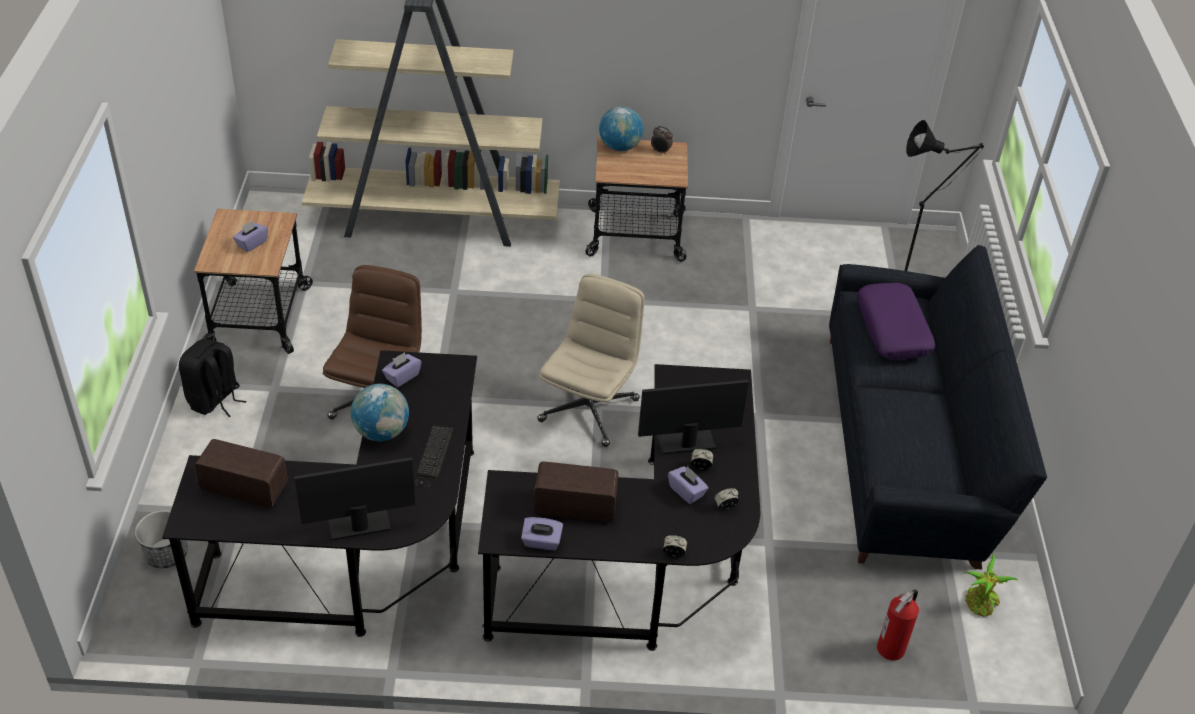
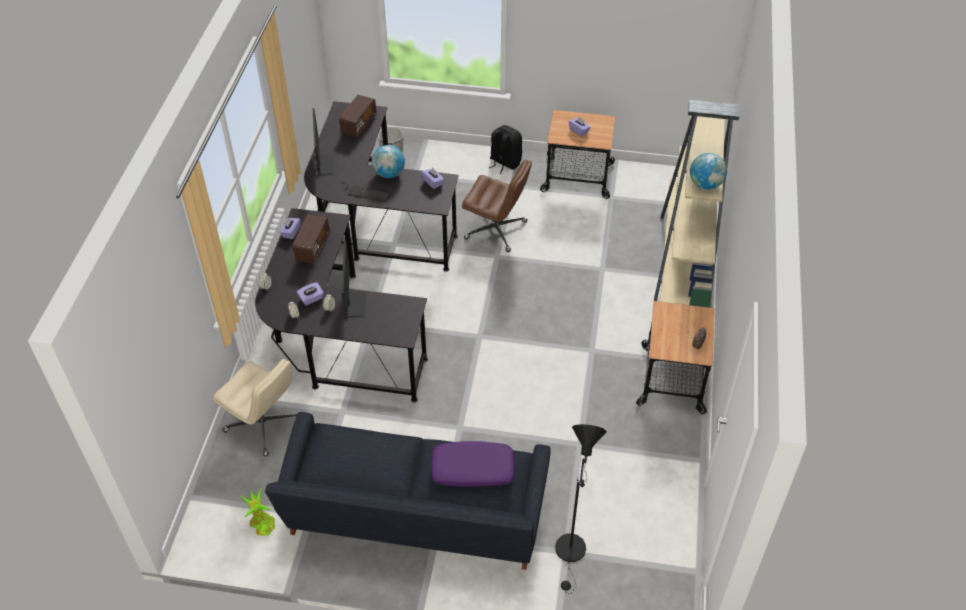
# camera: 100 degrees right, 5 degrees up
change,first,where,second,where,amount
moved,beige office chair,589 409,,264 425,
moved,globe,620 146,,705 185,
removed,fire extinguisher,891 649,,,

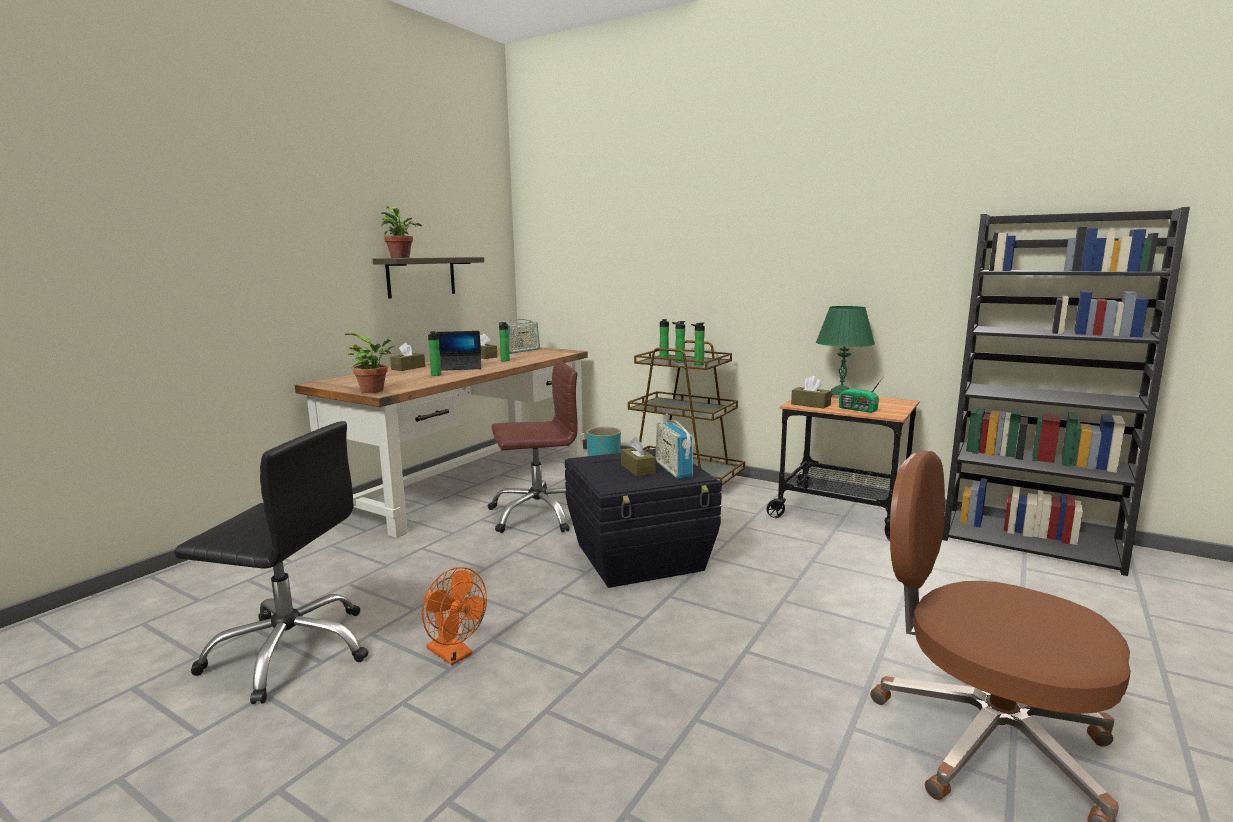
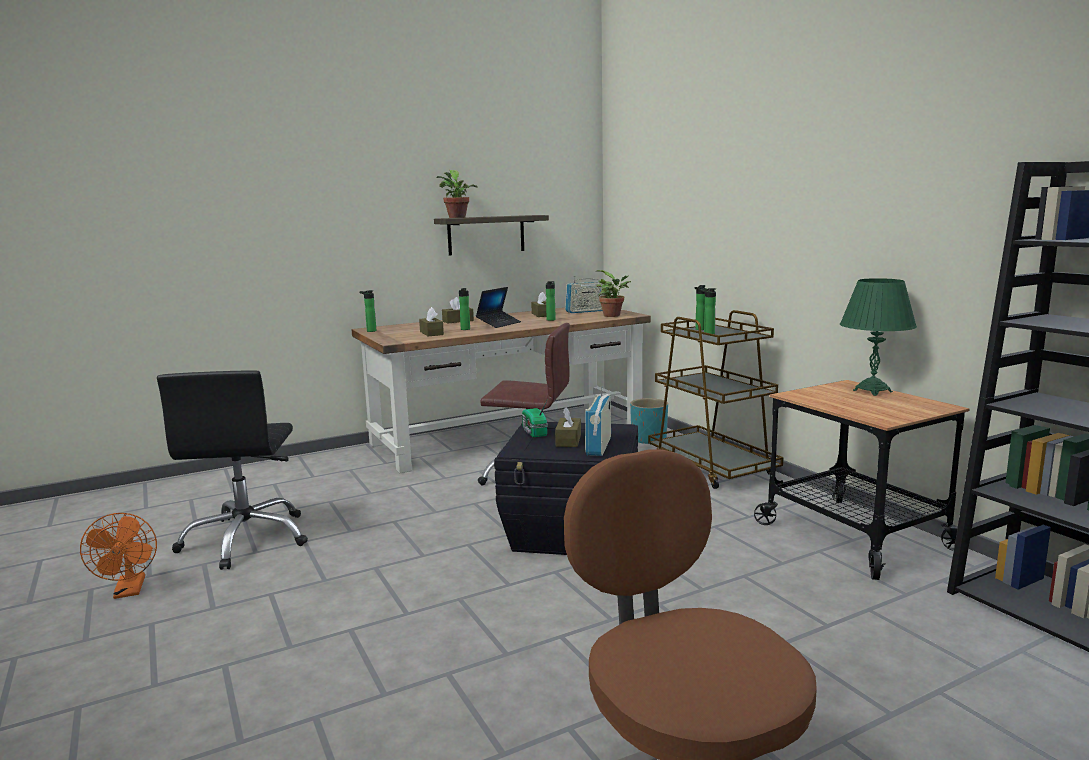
# camera: 30 degrees right, 0 degrees up
change,first,where,second,where,amount
moved,orange fan,454 655,,129 591,
turned,black office chair,291 651,,246 539,45 degrees clockwise
moved,bottle,697 364,,370 331,
moved,brown tissue box,810 404,,431 333,
turned,laptop,460 367,,498 324,75 degrees counterclockwise
moved,radio,858 409,,533 432,
moved,potted plant,375 391,,613 316,

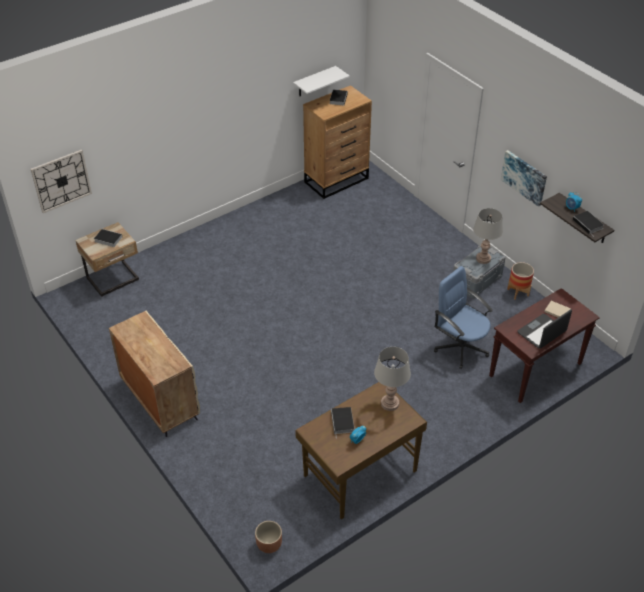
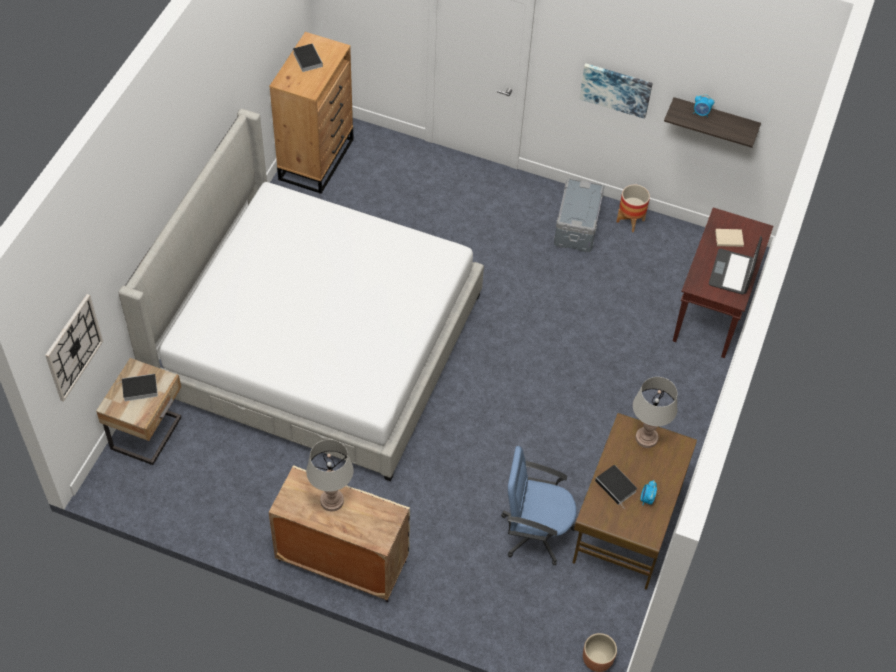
# camera: 35 degrees left, 10 degrees up
change,first,where,second,where,amount
added,,,bed,317 343,
moved,grey table lamp,483 259,,332 501,
moved,blue office chair,460 347,,535 532,
removed,white shelf,314 82,,,
removed,book,588 224,,,

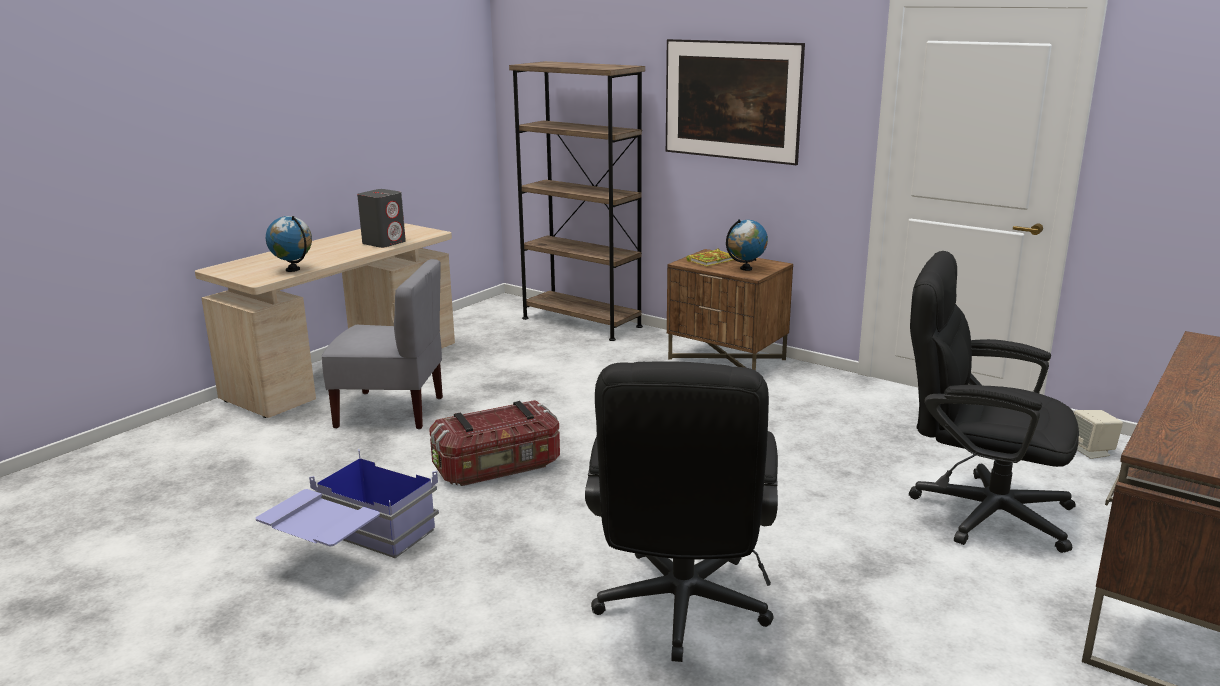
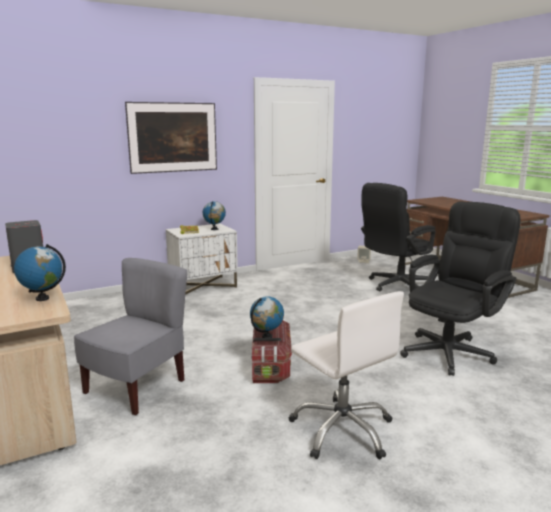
# camera: 65 degrees left, 5 degrees down
change,first,where,second,where,amount
recoloured,brown nightstand,727 359,white nightstand,203 286,
added,,,globe,267 336,
replaced,blue storage box,353 549,white office chair,342 430,
turned,black office chair,680 613,,452 350,75 degrees counterclockwise
removed,brown bookcase,581 322,,,

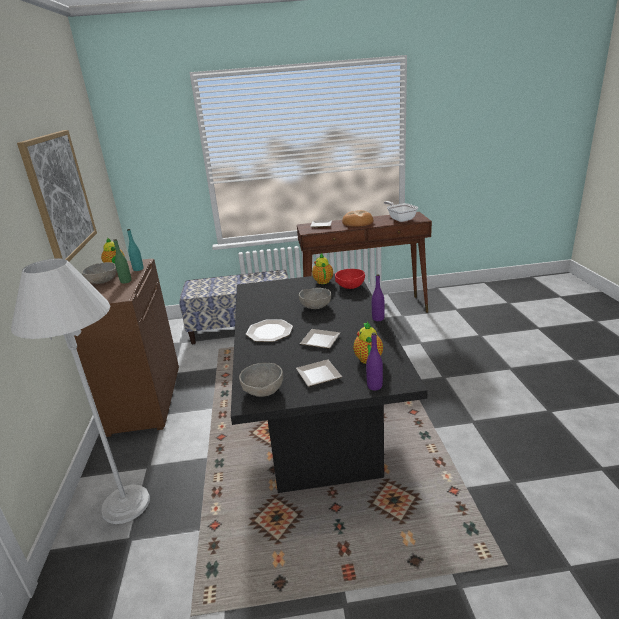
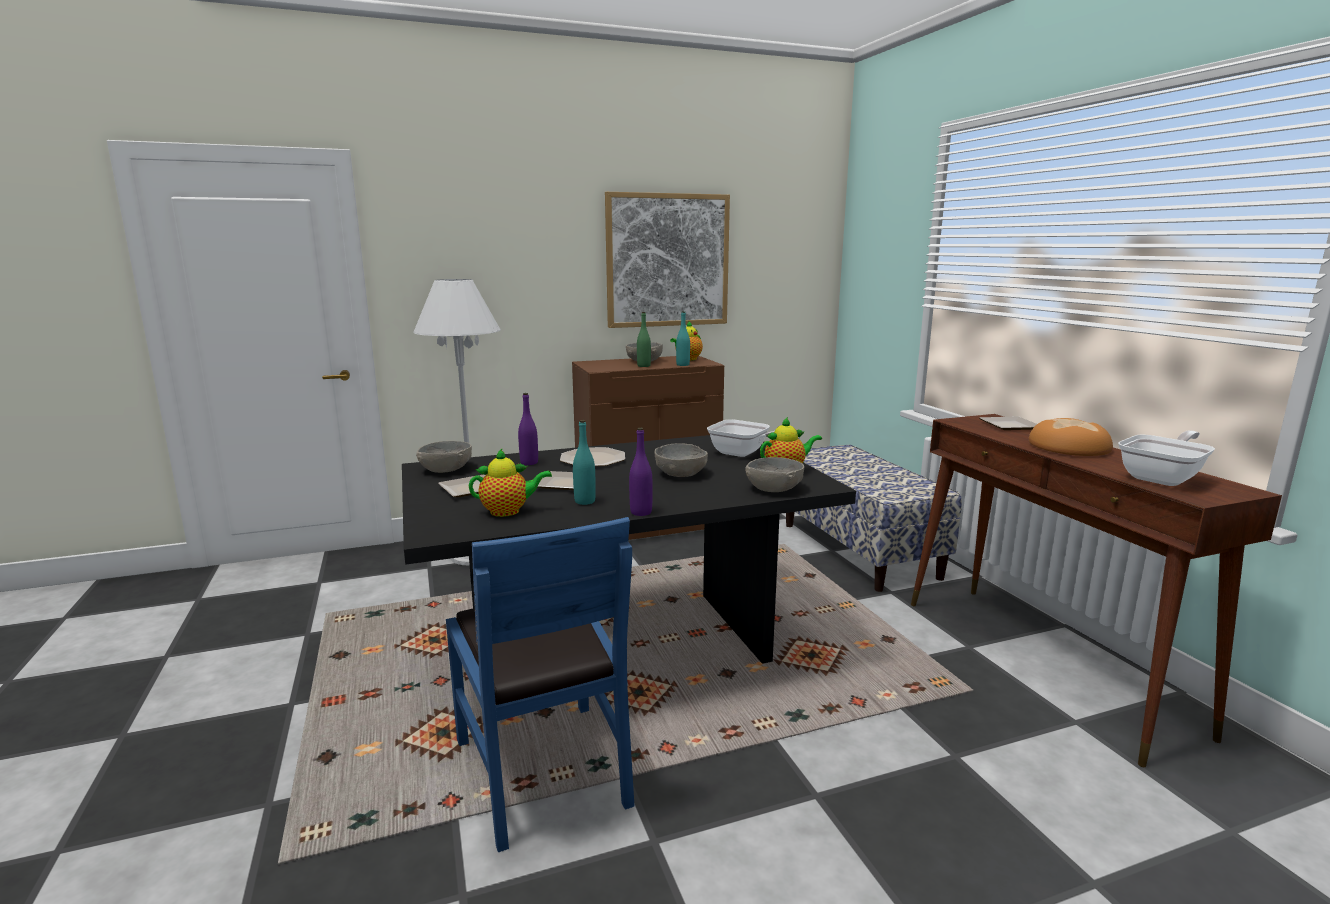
# camera: 75 degrees right, 10 degrees down
change,first,where,second,where,amount
added,,,blue chair,543 770,
moved,purple bottle,374 386,,529 463,
added,,,turquoise bottle,585 501,
added,,,frying pan,743 454,
recoloured,red bowl,350 286,grey bowl,773 488,

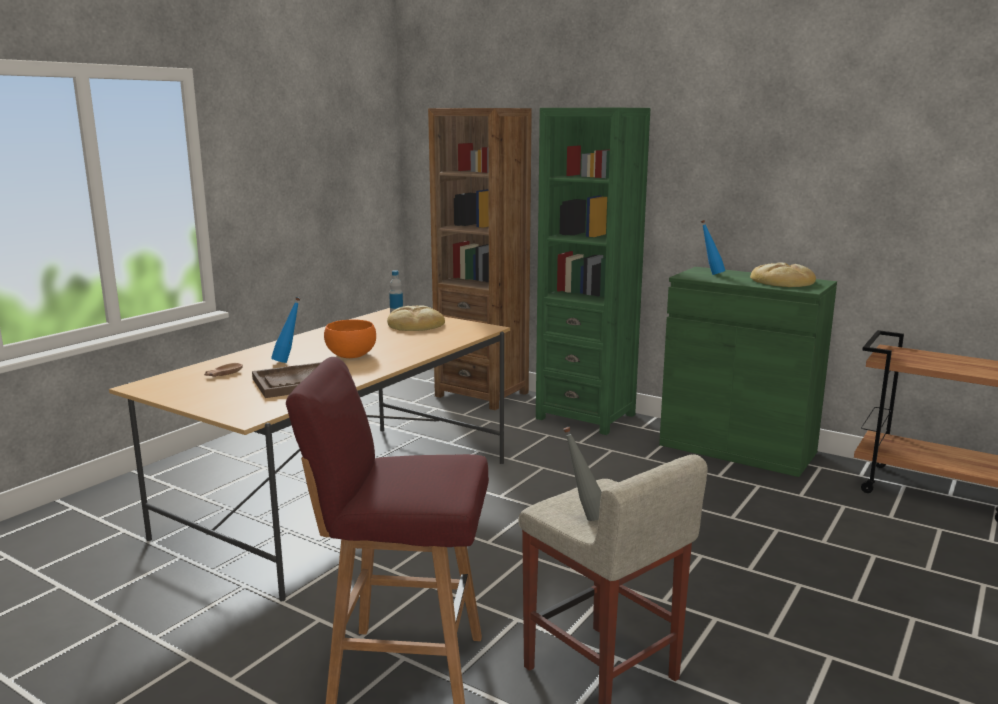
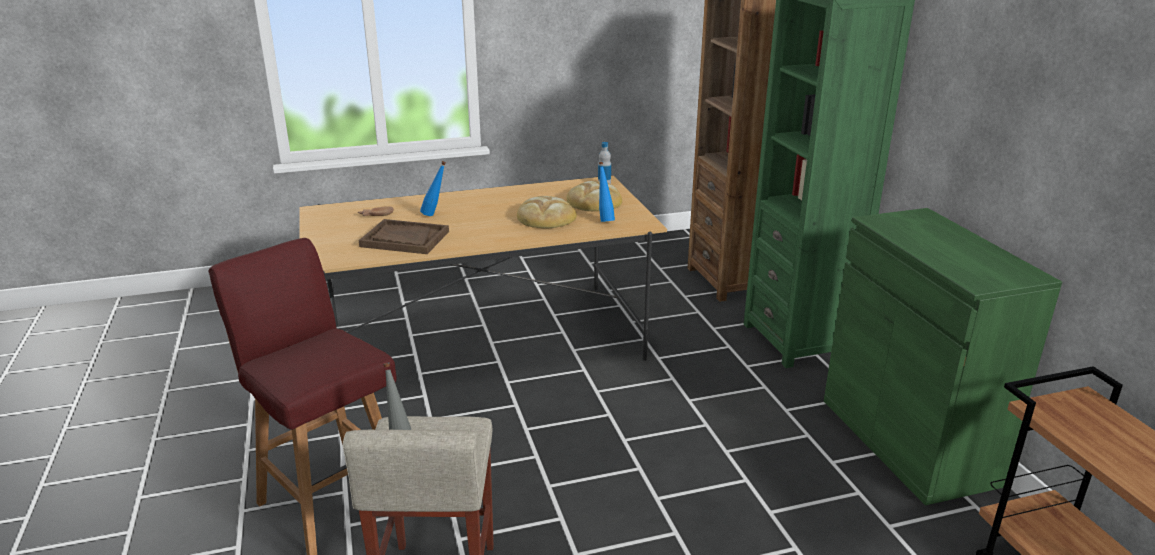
# camera: 40 degrees right, 10 degrees up
change,first,where,second,where,amount
moved,bread,782 281,,546 217,
moved,blue bottle,710 274,,604 220,
removed,orange bowl,351 355,,,

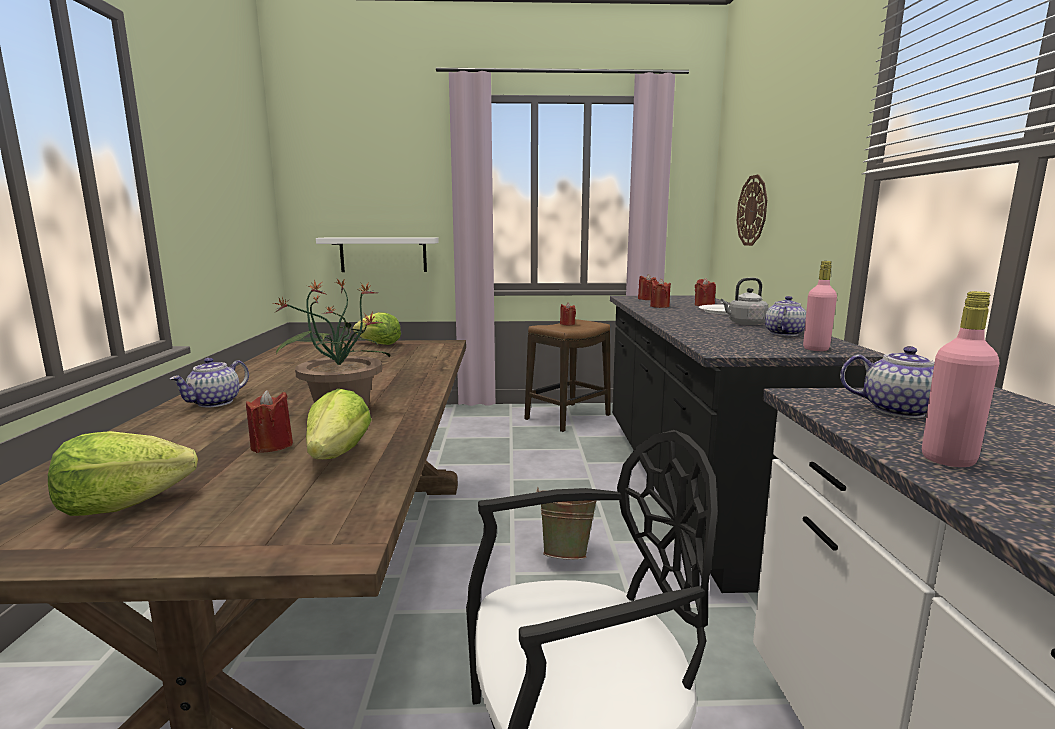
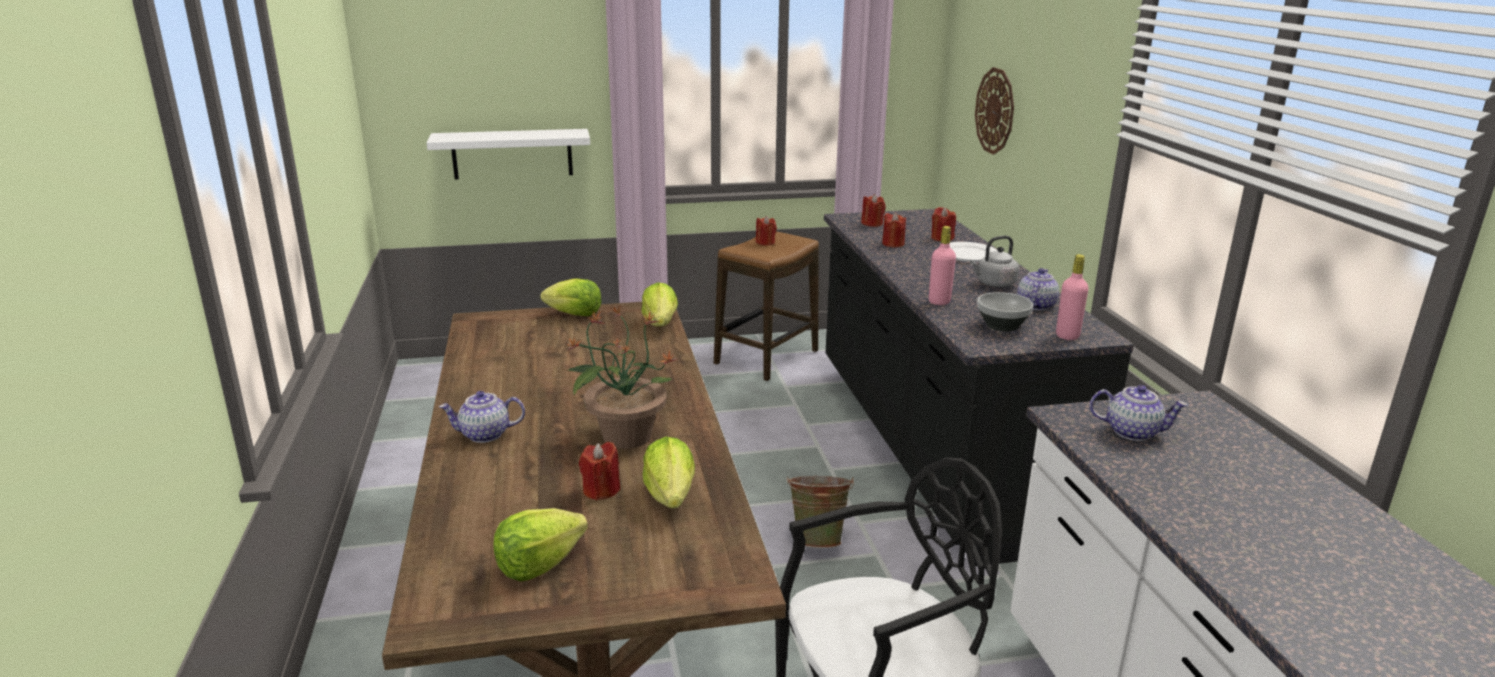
# camera: 10 degrees left, 10 degrees up
change,first,where,second,where,amount
turned,teapot,215 403,,484 435,60 degrees clockwise
added,,,lettuce,660 324,
moved,pink bottle,948 459,,939 301,
added,,,bowl,1001 326,

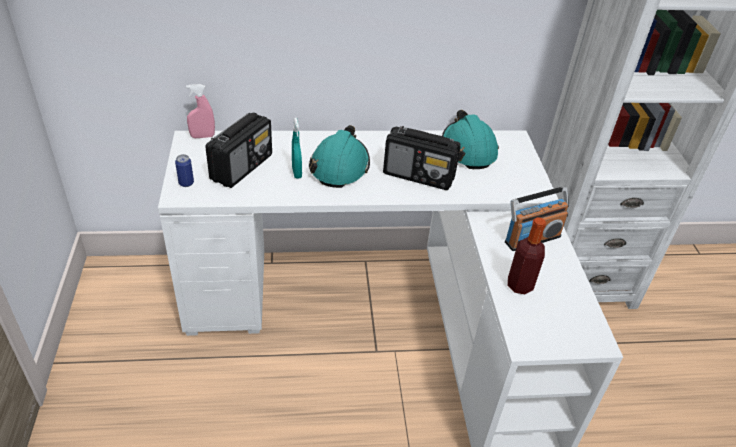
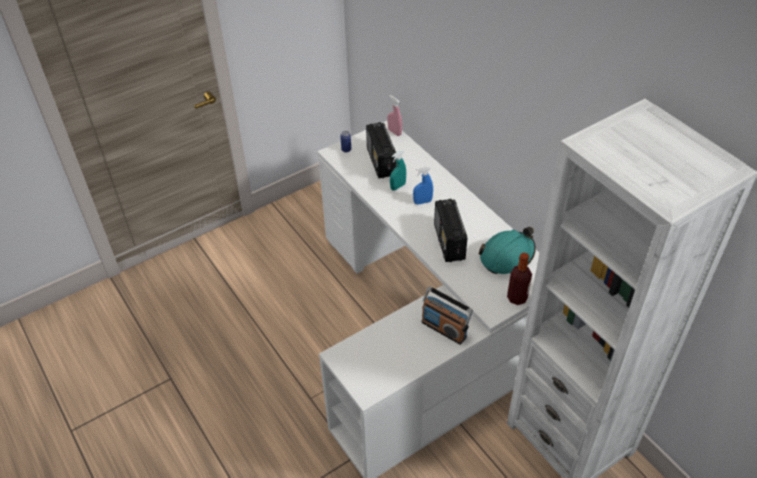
# camera: 65 degrees right, 5 degrees up
change,first,where,second,where,amount
turned,radio,242 167,,381 162,75 degrees clockwise
replaced,turquoise hard hat,340 166,blue spray bottle,422 202,
moved,bottle,520 285,,517 298,

